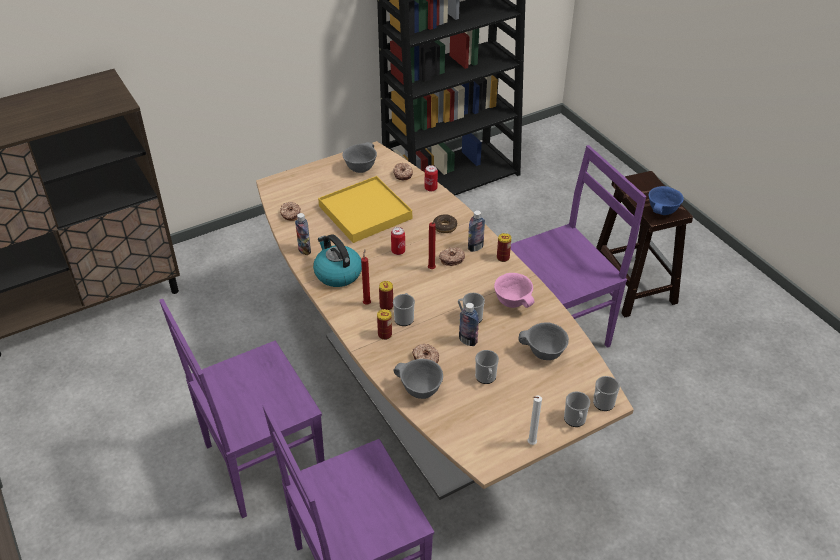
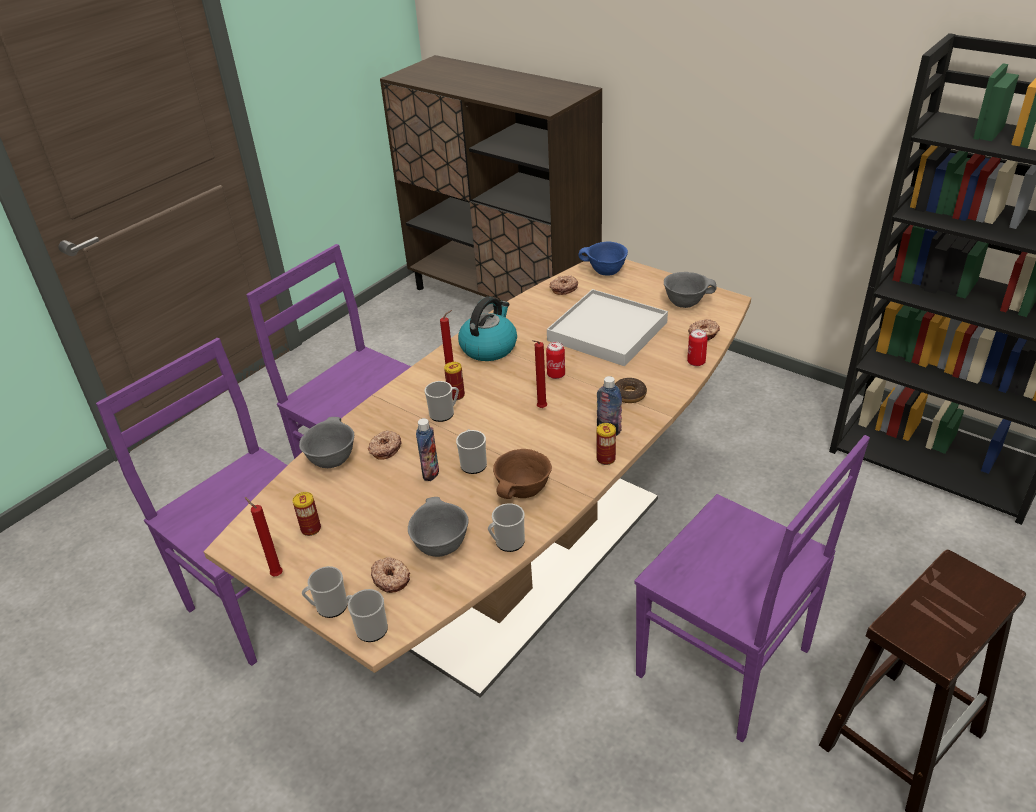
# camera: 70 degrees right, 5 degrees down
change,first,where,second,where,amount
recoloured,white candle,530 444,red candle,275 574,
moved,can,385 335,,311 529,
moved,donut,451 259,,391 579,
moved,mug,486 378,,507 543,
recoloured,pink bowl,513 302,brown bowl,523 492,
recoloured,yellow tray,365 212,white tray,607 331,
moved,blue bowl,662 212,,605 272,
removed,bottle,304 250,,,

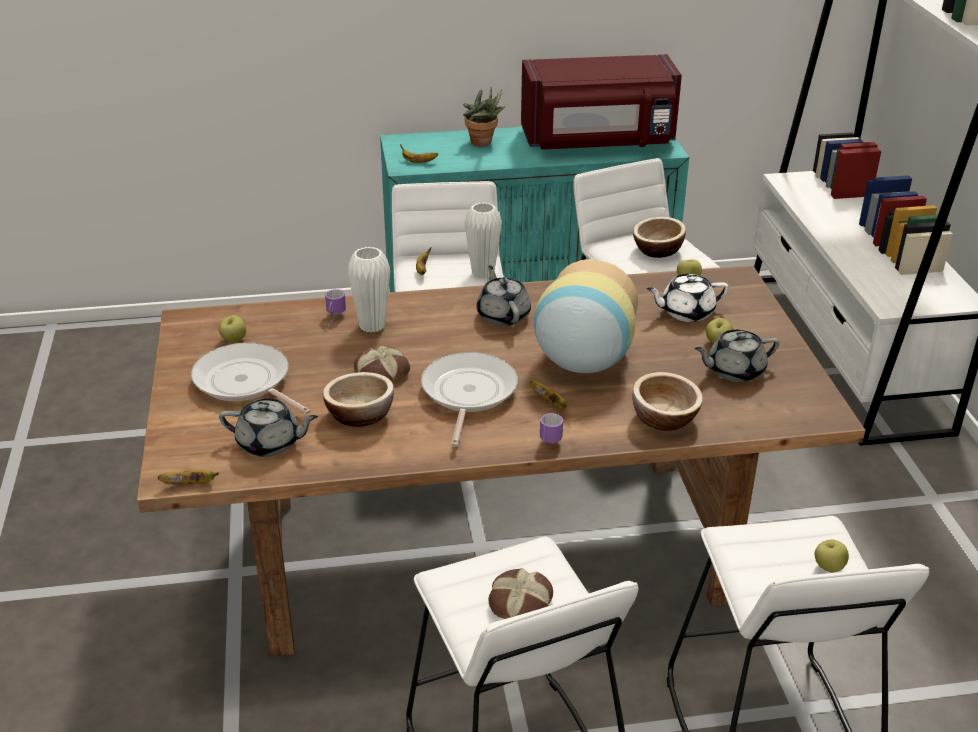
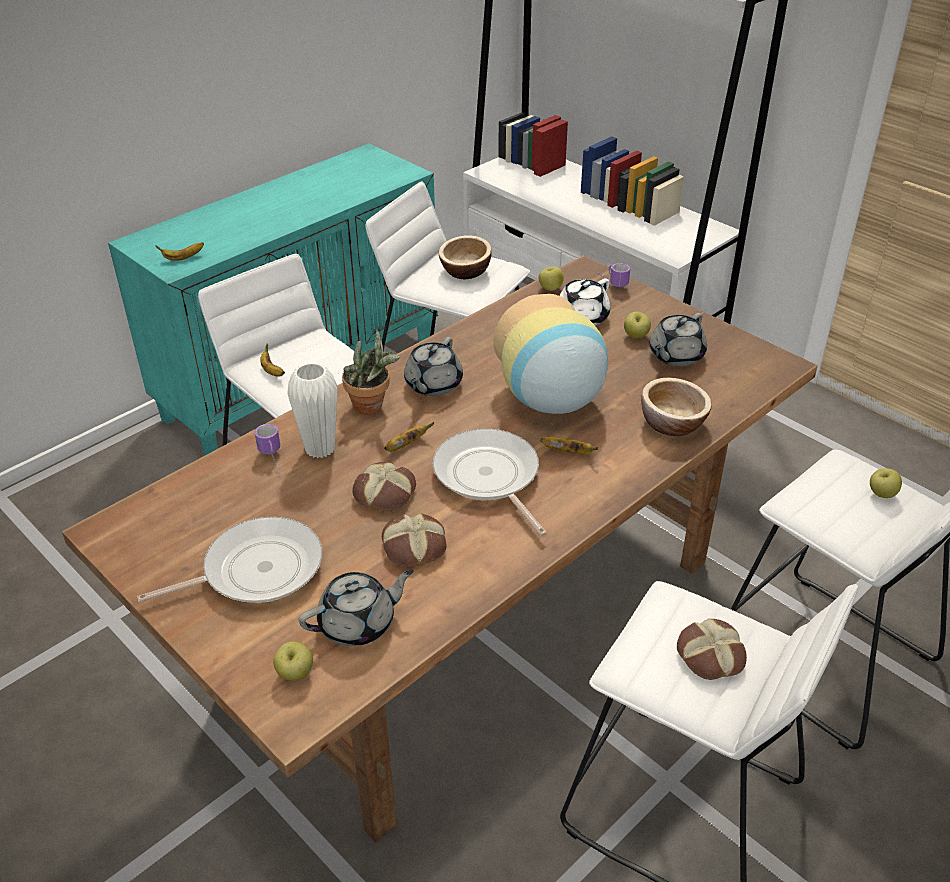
# camera: 35 degrees left, 5 degrees up
change,first,where,second,where,amount
turned,frying pan,245 382,,256 570,150 degrees clockwise
moved,apple,234 340,,295 673,
moved,potted plant,483 143,,372 406,
replaced,bowl,360 415,bread,414 547,
moved,banana,190 484,,406 445,
turned,grey teapot,503 315,,432 385,105 degrees counterclockwise
moved,mug,549 433,,611 283,
removed,white vase,483 272,,,
removed,red microwave,598 141,,,

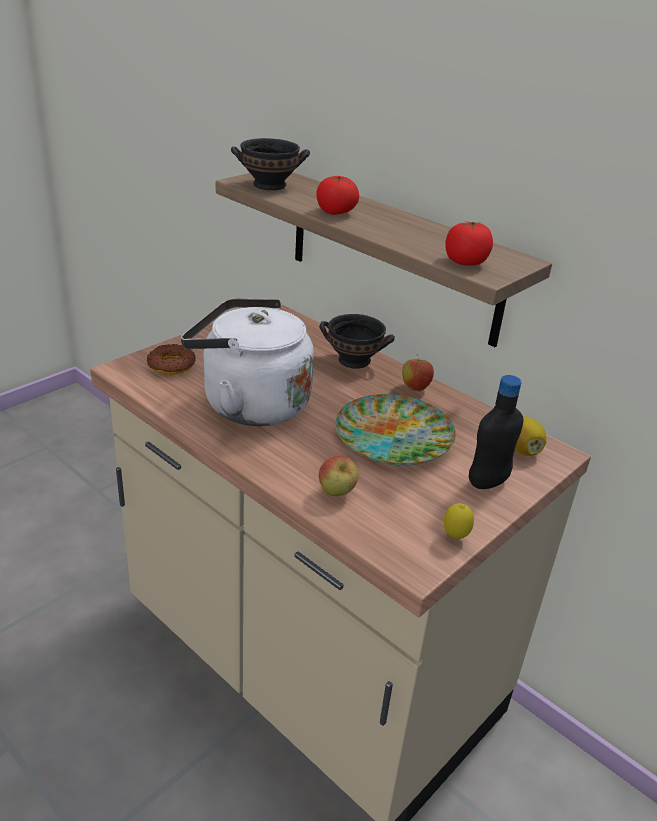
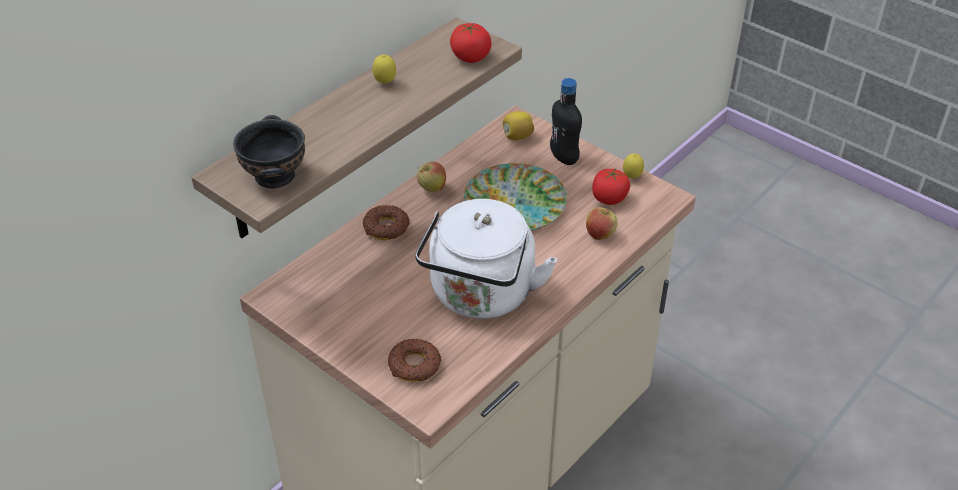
# camera: 90 degrees left, 10 degrees up
change,first,where,second,where,amount
replaced,black bowl,355 361,donut,386 227,
added,,,lemon,385 83,
moved,tomato,336 212,,609 198,

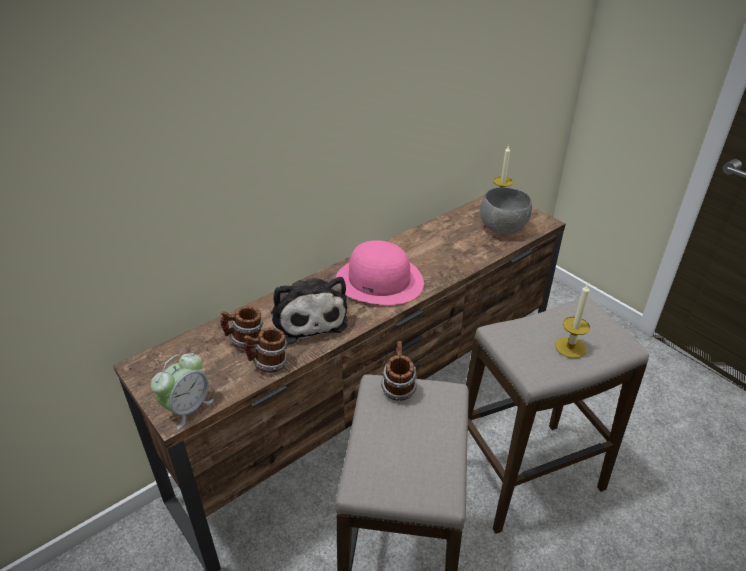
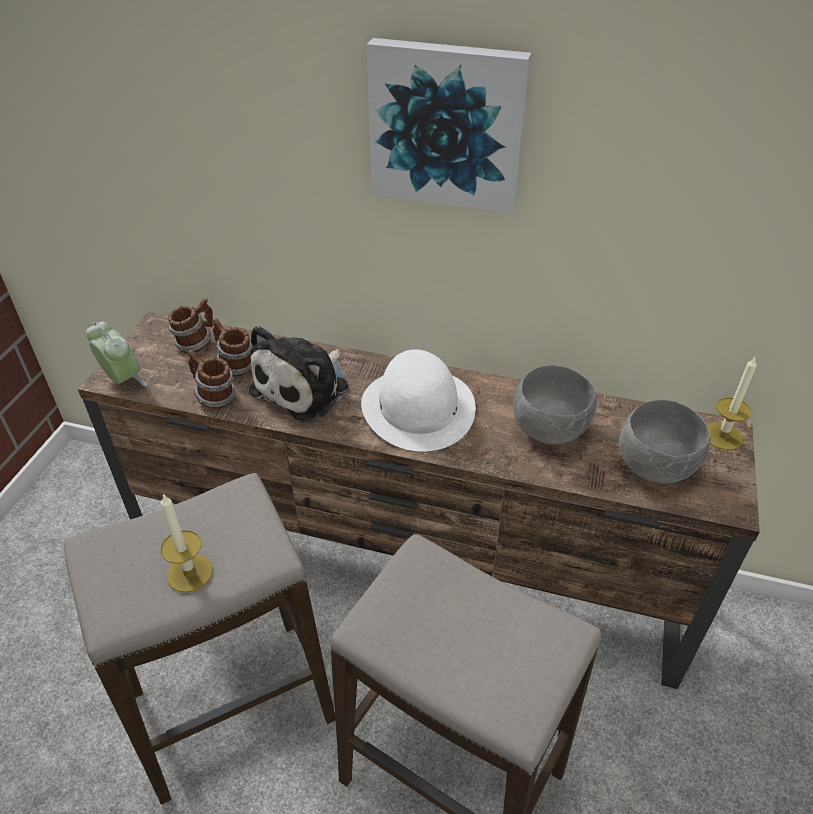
# camera: 55 degrees right, 5 degrees up
change,first,where,second,where,amount
turned,alarm clock,187 408,,123 380,135 degrees counterclockwise
moved,candle,570 347,,190 573,
moved,mug,398 388,,196 343,
recoloured,pink hat,379 280,white hat,418 408,
added,,,picture,447 125,
added,,,grey bowl,551 430,

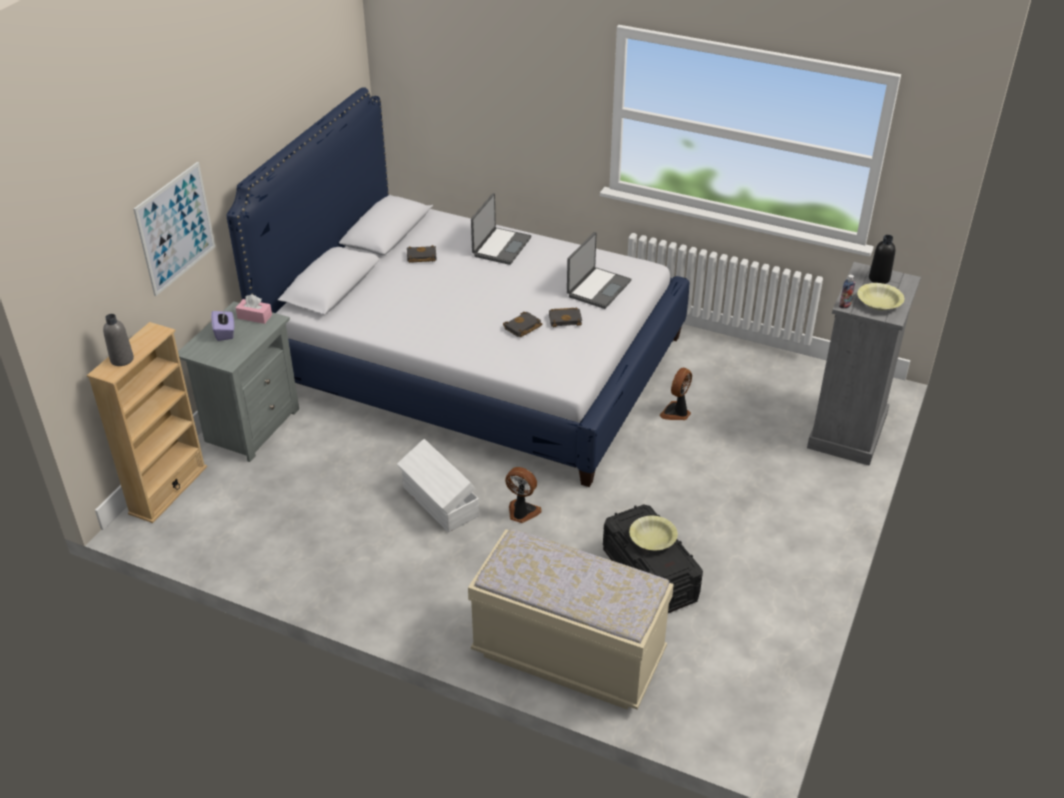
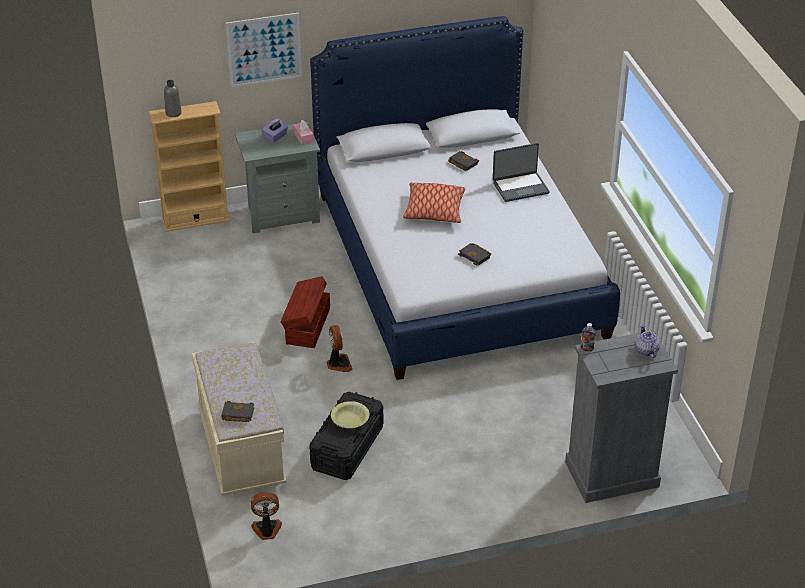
# camera: 50 degrees right, 0 degrees up
change,first,where,second,where,amount
moved,black book,522 328,,237 414,
moved,fan,676 413,,267 530,
recoloured,white storage box,440 503,brown storage box,307 326,
added,,,pillow,434 210,
replaced,black bottle,879 278,teapot,646 350,
removed,laptop,598 288,,,
removed,yellow bowl,879 303,,,

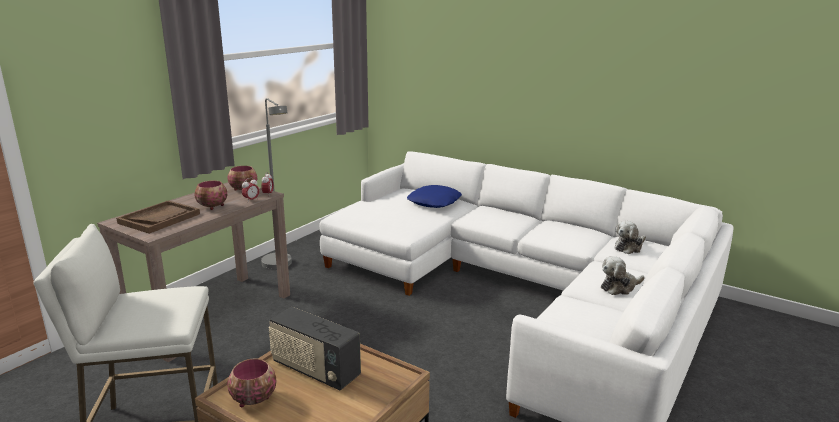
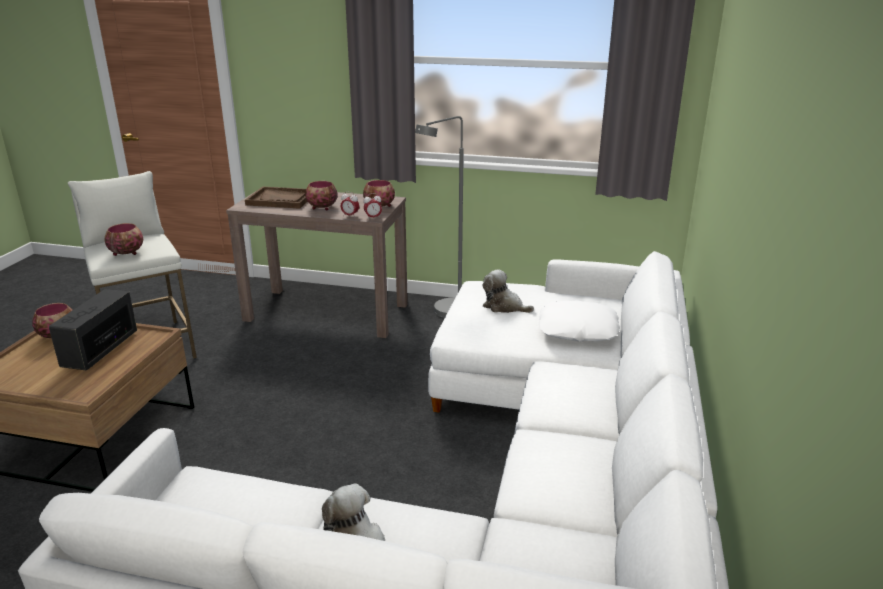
# camera: 70 degrees right, 5 degrees up
change,first,where,second,where,amount
added,,,bowl,126 253,
moved,plush toy,629 247,,504 307,
recoloured,blue pillow,434 202,white pillow,577 330,

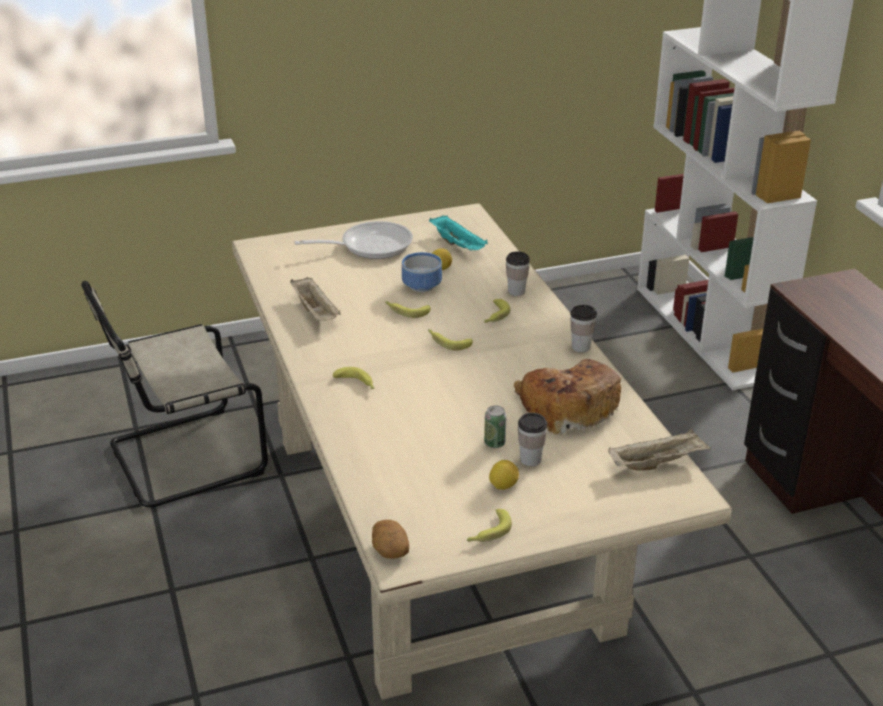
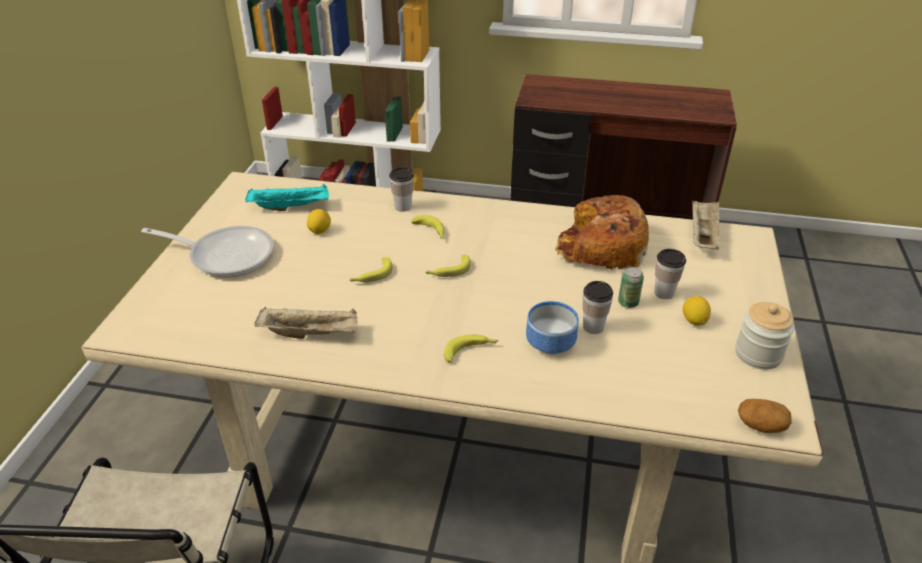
# camera: 60 degrees left, 5 degrees up
change,first,where,second,where,amount
turned,frying pan,370 246,,225 255,90 degrees clockwise
moved,bowl,422 287,,552 344,
moved,cup,581 347,,593 327,
replaced,banana,488 532,jar,758 354,

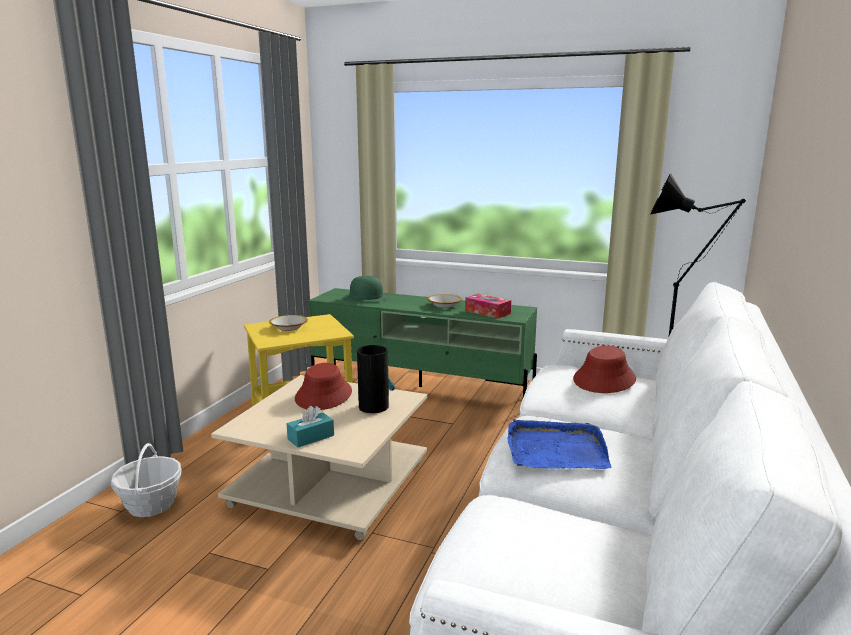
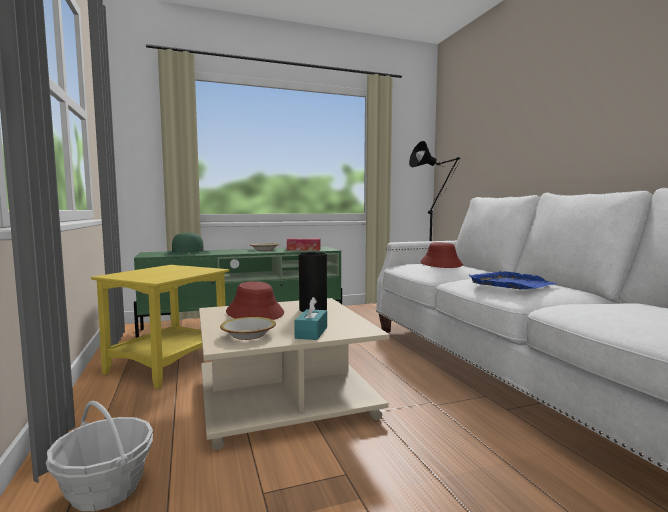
# camera: 40 degrees left, 10 degrees down
change,first,where,second,where,amount
moved,bowl,288 328,,248 335,

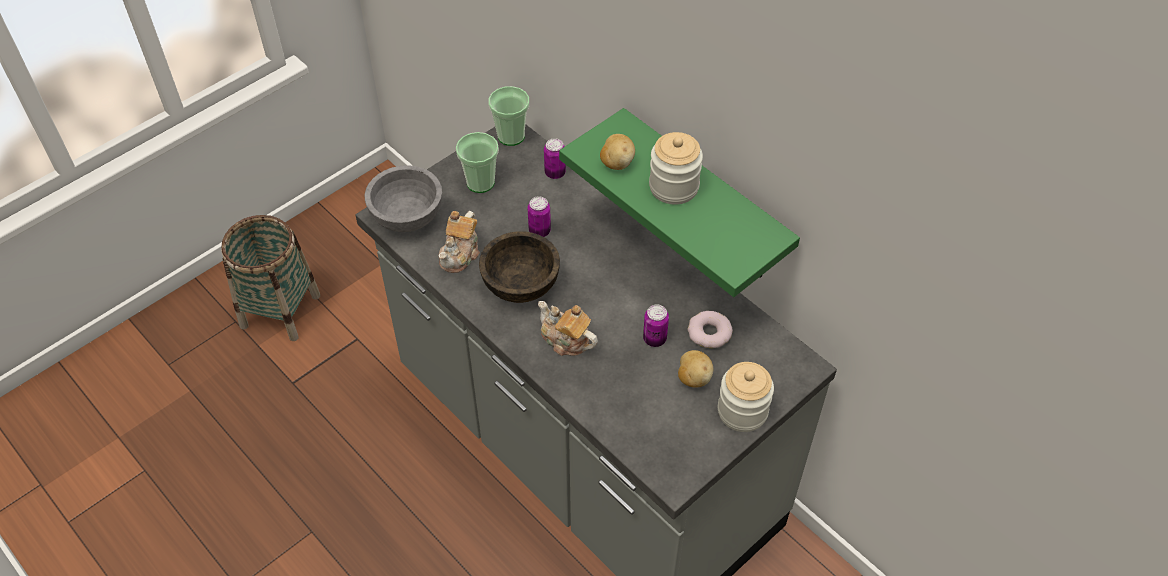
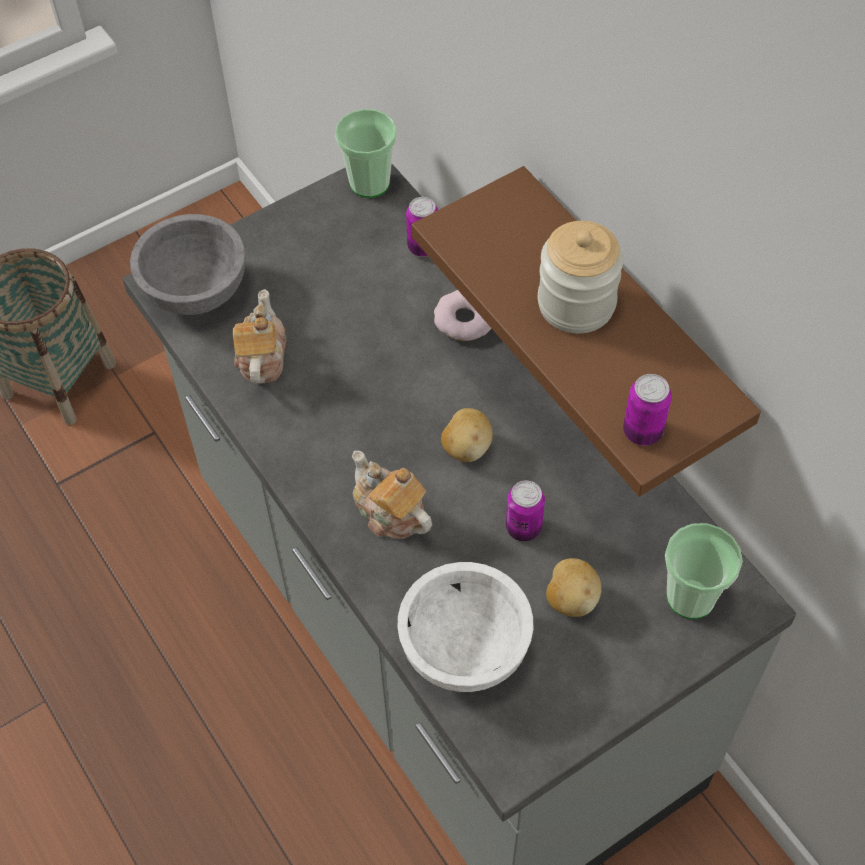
# camera: 10 degrees right, 5 degrees up
change,first,where,second,where,amount
turned,teapot,460 254,,261 357,150 degrees clockwise
added,,,white bowl,465 647,
recoloured,green shelf,704 200,brown shelf,628 324,
moved,donut,709 333,,464 320,
moved,potato,616 163,,466 447,
moved,can,539 231,,642 431,
moved,cup,480 182,,690 597,
removed,brown bowl,521 285,,,
removed,jar,742 411,,,

